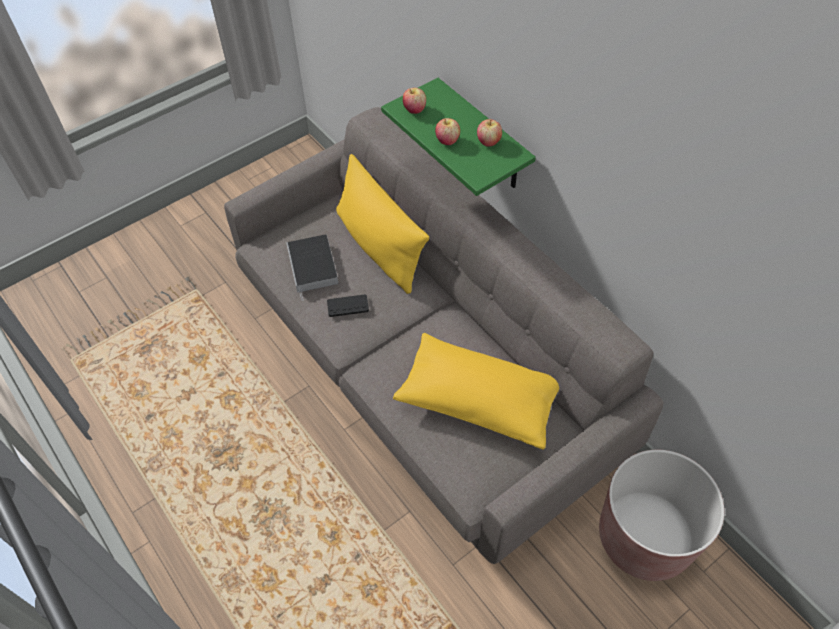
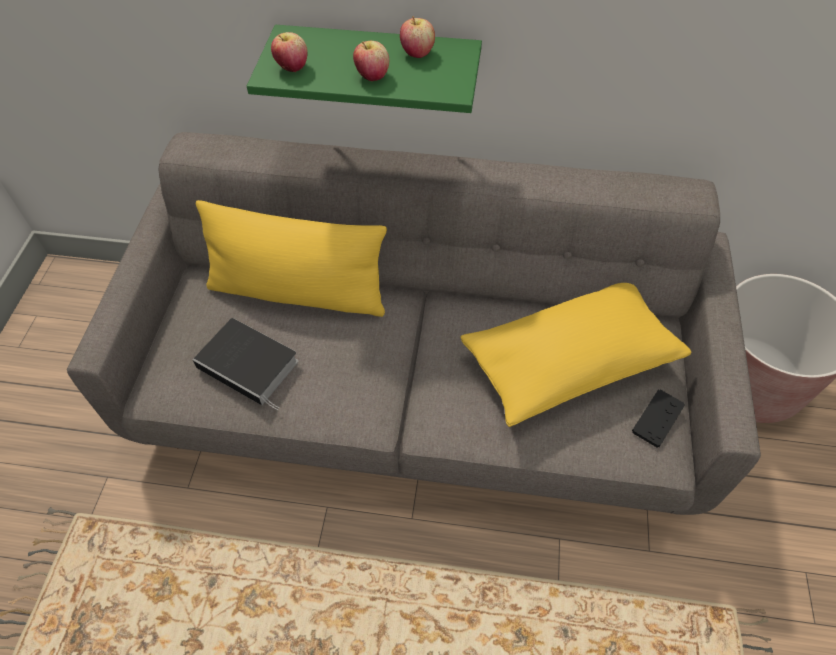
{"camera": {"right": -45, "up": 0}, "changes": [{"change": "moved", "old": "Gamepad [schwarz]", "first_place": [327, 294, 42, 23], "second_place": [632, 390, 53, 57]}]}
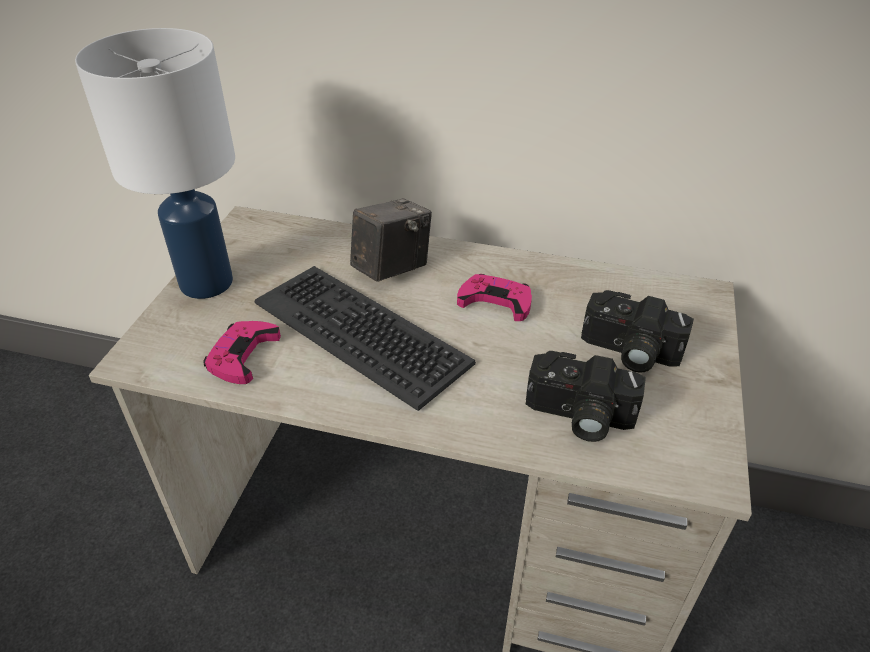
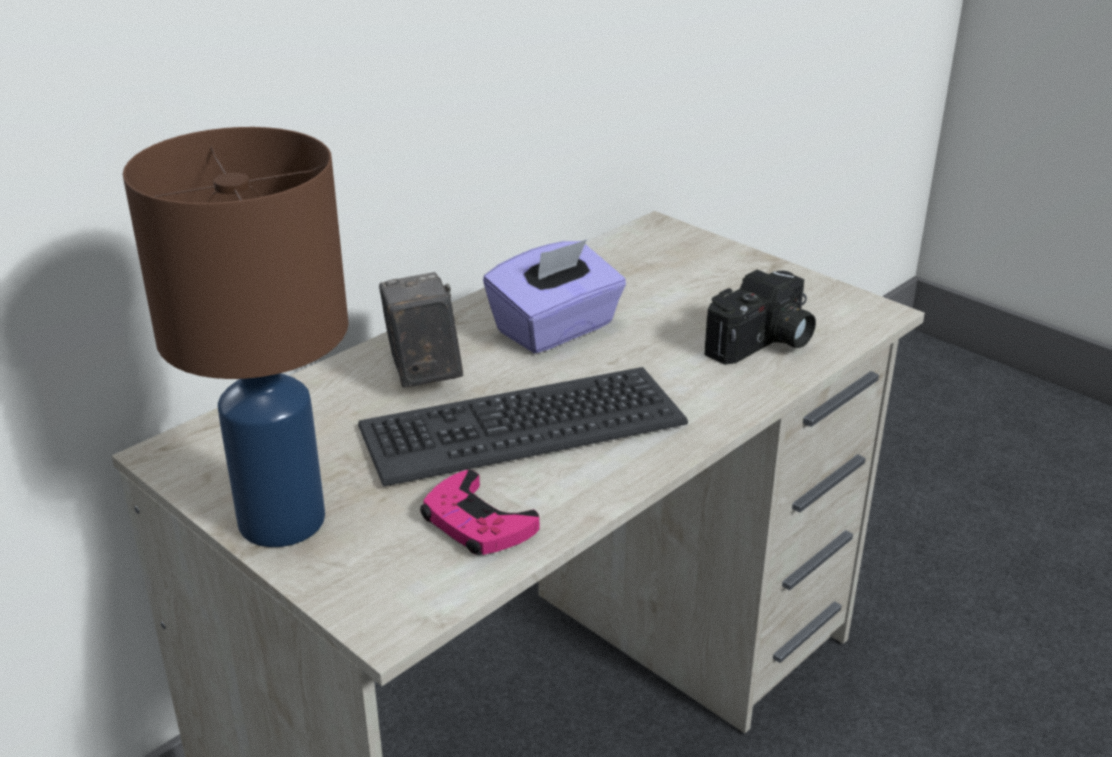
{"camera": {"right": -60, "up": -10}, "changes": [{"change": "recoloured", "old": "Tischlampe [weiß]", "new": "Tischlampe [braun]", "first_place": [75, 28, 160, 271], "second_place": [123, 127, 225, 420]}, {"change": "replaced", "old": "Gamepad [rosa]", "new": "Taschentuchbox [lila]", "first_place": [457, 274, 75, 47], "second_place": [483, 239, 143, 115]}, {"change": "removed", "old": "Kamera", "first_place": [581, 290, 113, 83]}]}
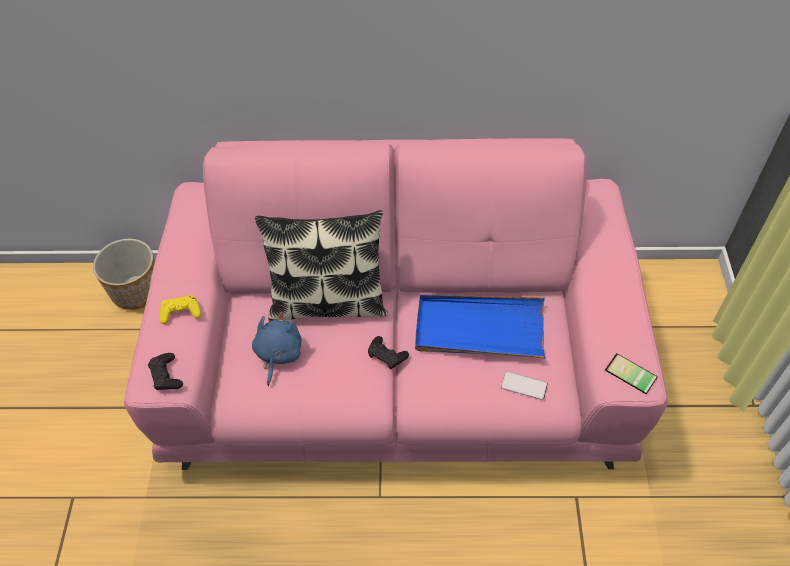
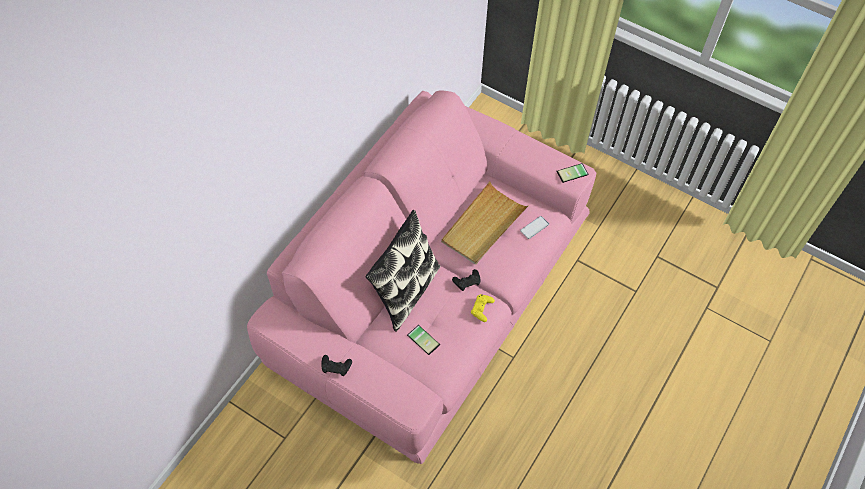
{"camera": {"right": -60, "up": 5}, "changes": [{"change": "moved", "old": "Gamepad [schwarz]", "first_place": [148, 353, 35, 37], "second_place": [322, 355, 30, 21]}, {"change": "replaced", "old": "Plüschtier [blau]", "new": "Handy", "first_place": [252, 312, 50, 74], "second_place": [407, 325, 33, 30]}, {"change": "recoloured", "old": "Tablett [blau]", "new": "Tablett [beige]", "first_place": [415, 295, 131, 63], "second_place": [441, 182, 88, 83]}, {"change": "moved", "old": "Gamepad [gelb]", "first_place": [159, 295, 42, 29], "second_place": [471, 294, 24, 28]}, {"change": "removed", "old": "Pflanzkübel", "first_place": [93, 239, 62, 71]}]}
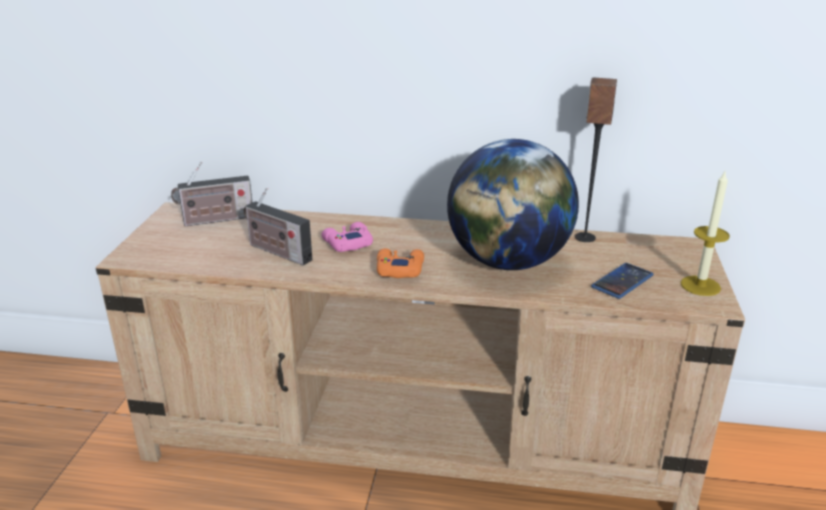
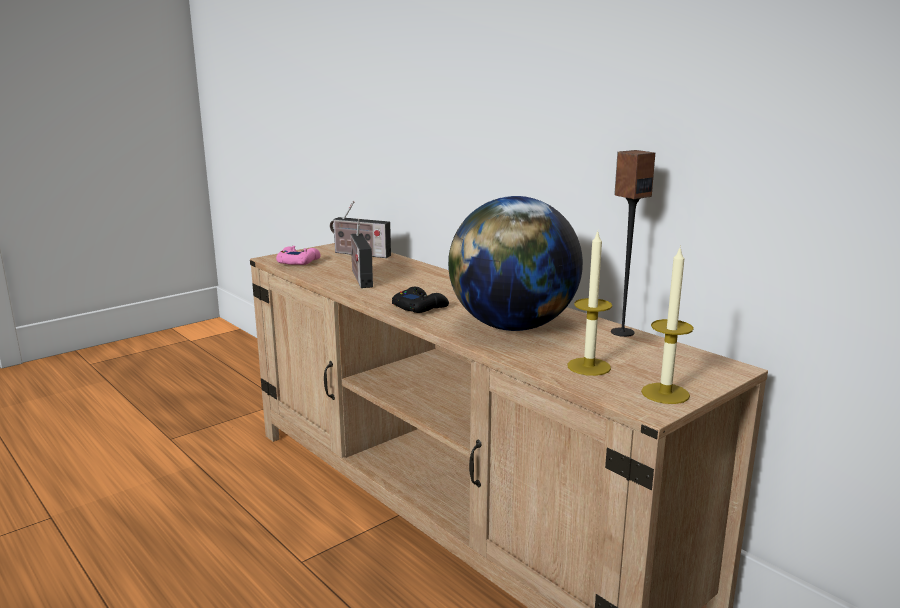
{"camera": {"right": 40, "up": -10}, "changes": [{"change": "moved", "old": "Gamepad [rosa]", "first_place": [321, 222, 52, 30], "second_place": [276, 246, 45, 19]}, {"change": "recoloured", "old": "Gamepad [orange]", "new": "Gamepad [schwarz]", "first_place": [377, 248, 47, 30], "second_place": [392, 287, 57, 26]}, {"change": "replaced", "old": "Handy", "new": "Kerze", "first_place": [591, 263, 63, 36], "second_place": [568, 231, 44, 145]}]}
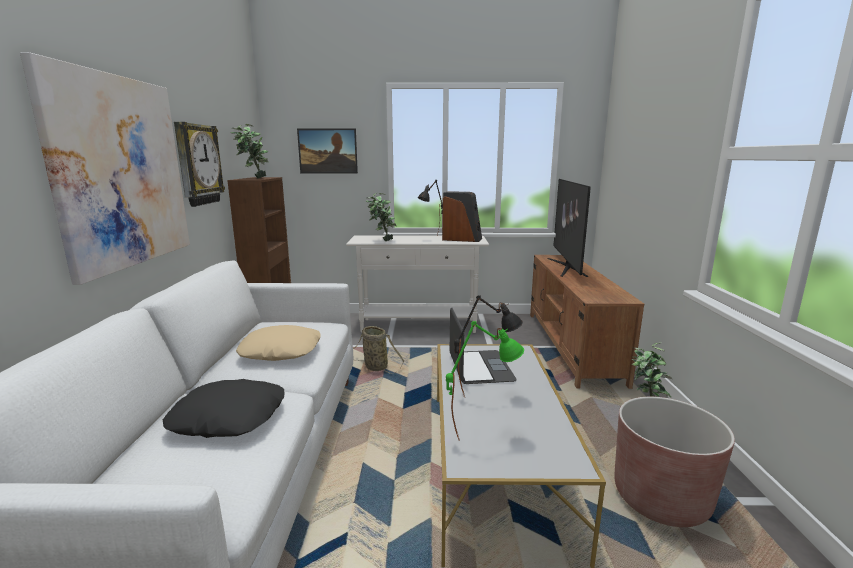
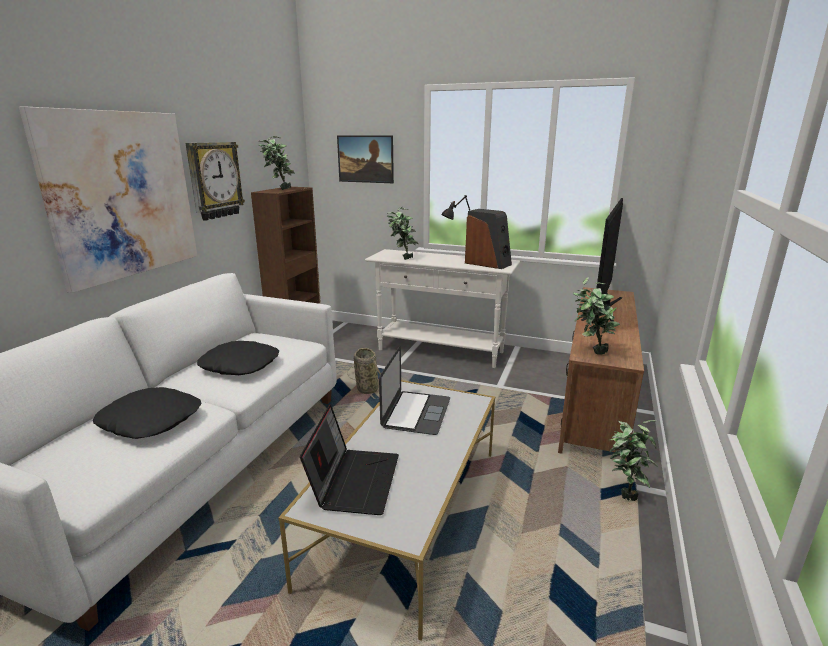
{"camera": {"right": 20, "up": 5}, "changes": [{"change": "recoloured", "old": "Kissen [beige]", "new": "Kissen [schwarz]", "first_place": [236, 325, 85, 36], "second_place": [197, 341, 82, 34]}, {"change": "replaced", "old": "Tischlampe [grün]", "new": "Laptop", "first_place": [446, 321, 78, 119], "second_place": [300, 404, 99, 111]}, {"change": "added", "new": "Topfpflanze", "second_place": [573, 277, 47, 77]}, {"change": "removed", "old": "Tischlampe [schwarz]", "first_place": [454, 295, 69, 101]}, {"change": "removed", "old": "Pflanzkübel [braun]", "first_place": [615, 397, 120, 130]}]}
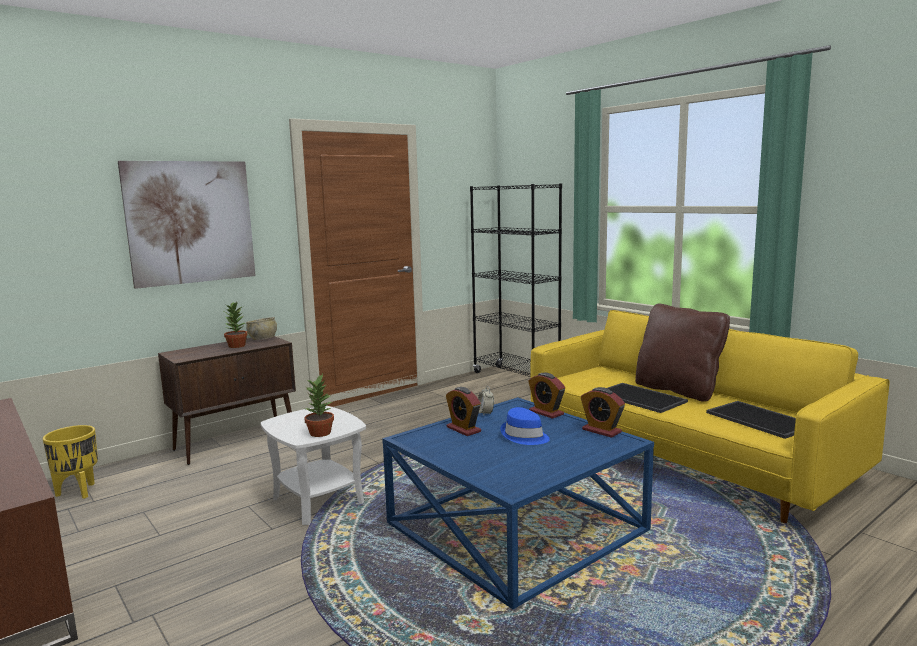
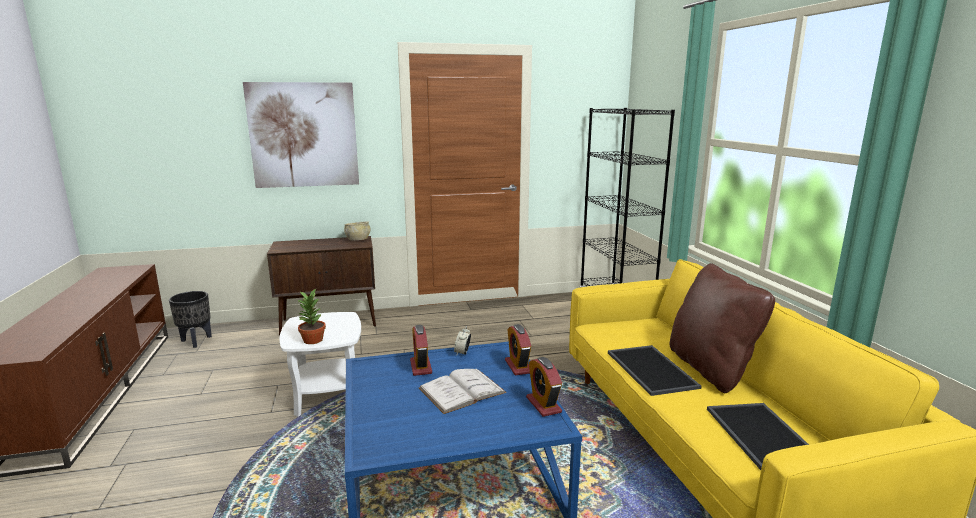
{"camera": {"right": 25, "up": 5}, "changes": [{"change": "recoloured", "old": "Pflanzkübel [gelb]", "new": "Pflanzkübel [schwarz]", "first_place": [43, 425, 55, 74], "second_place": [169, 291, 43, 57]}, {"change": "replaced", "old": "Hut [blau]", "new": "Buch [weiß]", "first_place": [501, 407, 49, 38], "second_place": [419, 369, 88, 45]}, {"change": "removed", "old": "Topfpflanze", "first_place": [224, 302, 24, 46]}]}
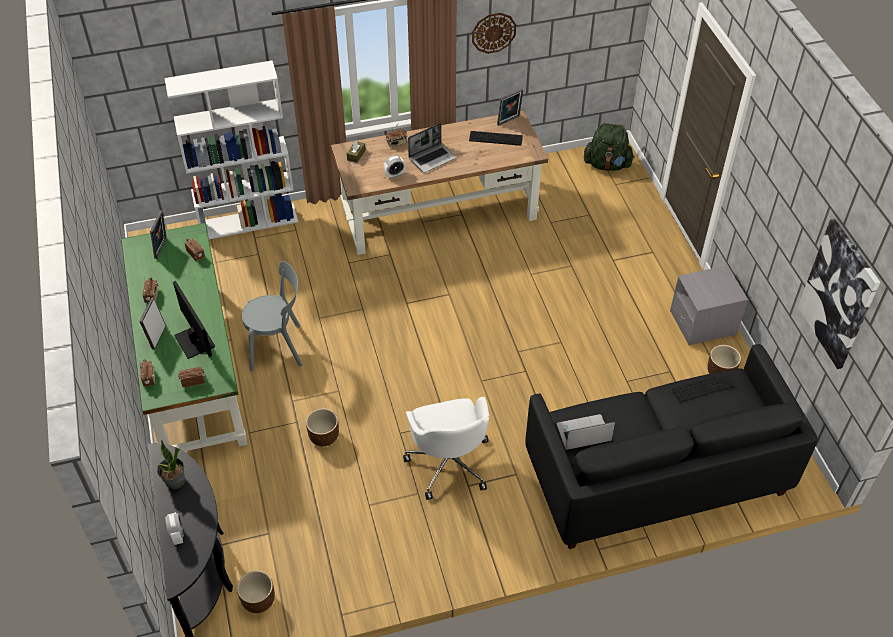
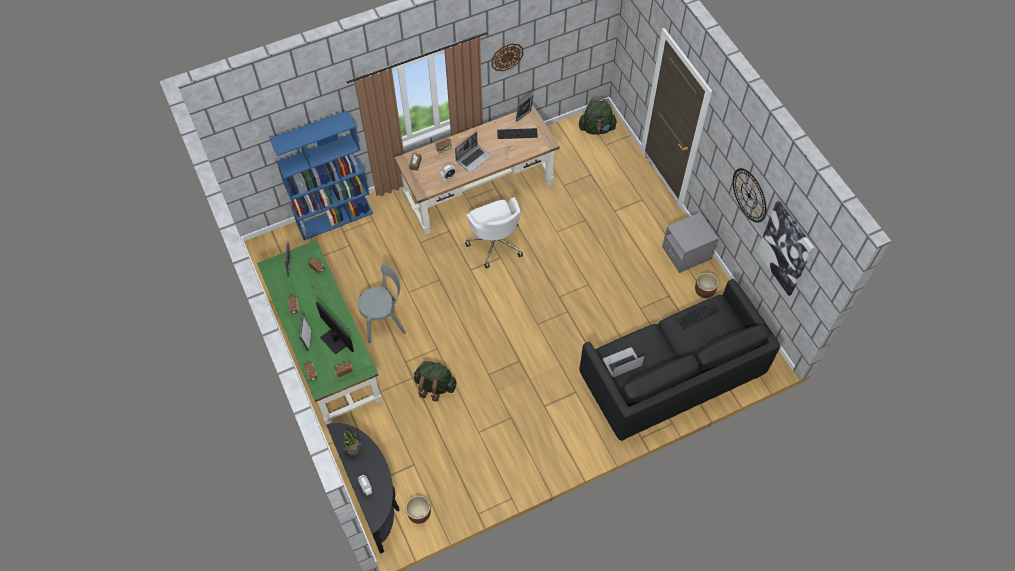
{"camera": {"right": -10, "up": 10}, "changes": [{"change": "recoloured", "old": "Bücherregal [weiß]", "new": "Bücherregal [blau]", "first_place": [165, 60, 133, 179], "second_place": [269, 111, 104, 129]}, {"change": "replaced", "old": "Pflanzkübel [braun]", "new": "Rucksack [grün]", "first_place": [306, 408, 33, 38], "second_place": [413, 361, 43, 40]}, {"change": "moved", "old": "Bürostuhl [weiß]", "first_place": [403, 397, 86, 103], "second_place": [465, 197, 58, 71]}, {"change": "added", "new": "Wanduhr", "second_place": [733, 168, 33, 55]}]}
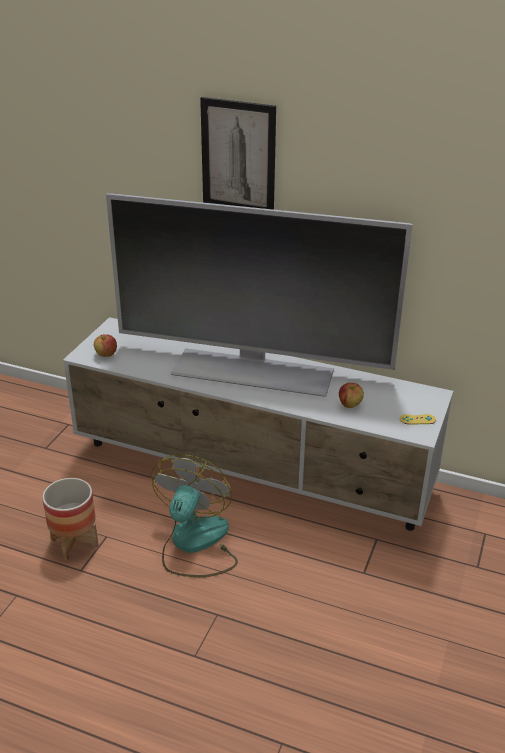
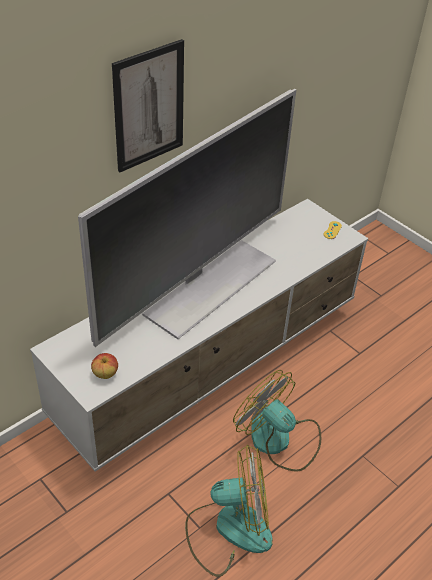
{"camera": {"right": -65, "up": 10}, "changes": [{"change": "replaced", "old": "Pflanzkübel", "new": "Ventilator", "first_place": [42, 478, 56, 83], "second_place": [185, 444, 88, 133]}, {"change": "removed", "old": "Apfel", "first_place": [339, 383, 25, 25]}]}
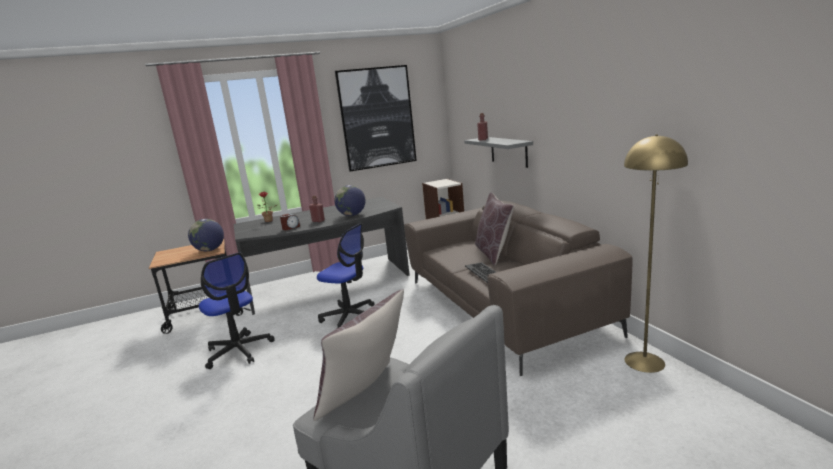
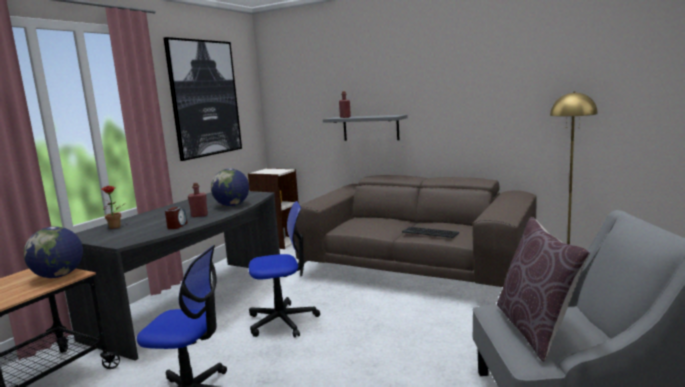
{"camera": {"right": -40, "up": -5}, "changes": [{"change": "removed", "old": "Kissen [braun]", "first_place": [475, 192, 39, 74]}]}
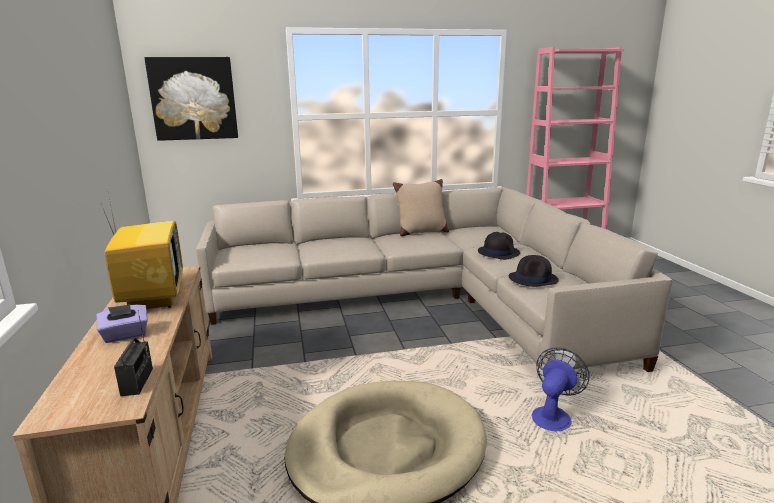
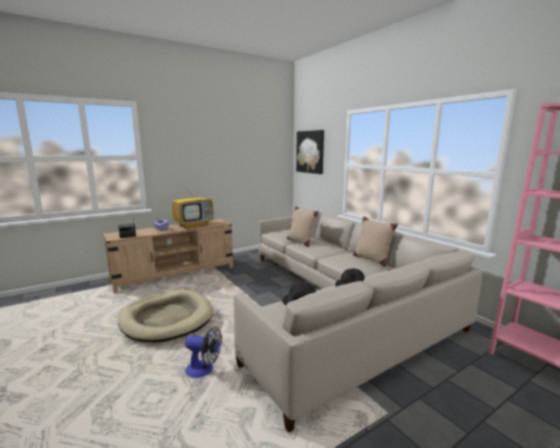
{"camera": {"right": 70, "up": -5}, "changes": [{"change": "added", "new": "Kissen [beige]", "second_place": [287, 206, 32, 41]}]}
